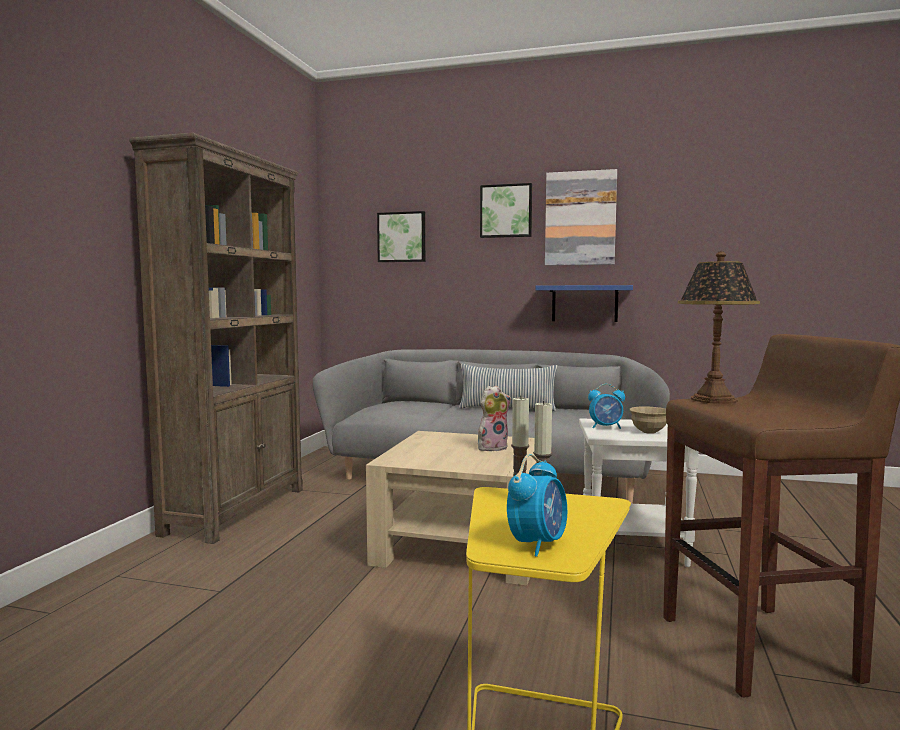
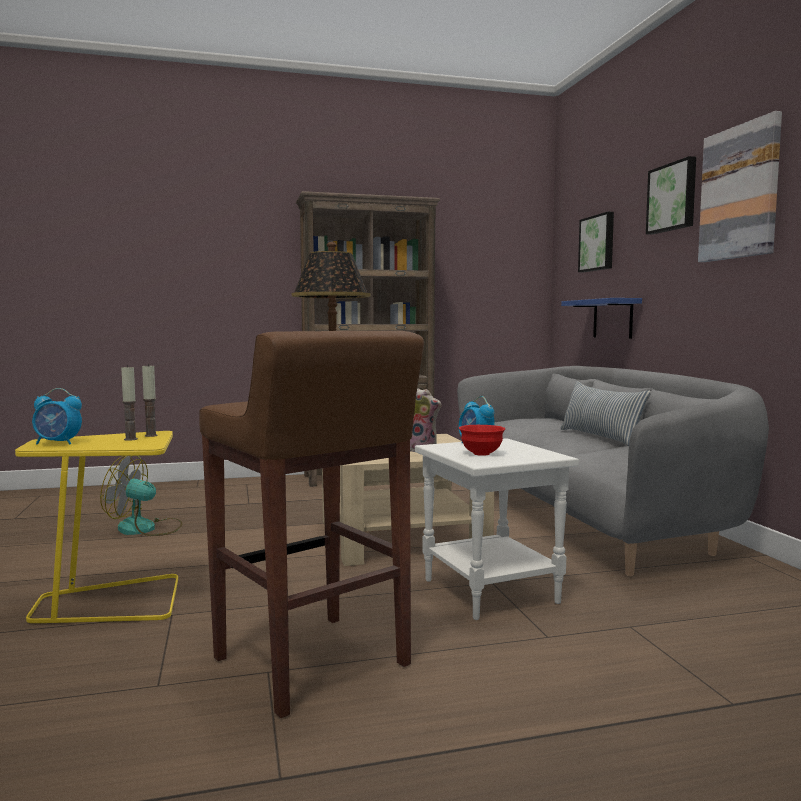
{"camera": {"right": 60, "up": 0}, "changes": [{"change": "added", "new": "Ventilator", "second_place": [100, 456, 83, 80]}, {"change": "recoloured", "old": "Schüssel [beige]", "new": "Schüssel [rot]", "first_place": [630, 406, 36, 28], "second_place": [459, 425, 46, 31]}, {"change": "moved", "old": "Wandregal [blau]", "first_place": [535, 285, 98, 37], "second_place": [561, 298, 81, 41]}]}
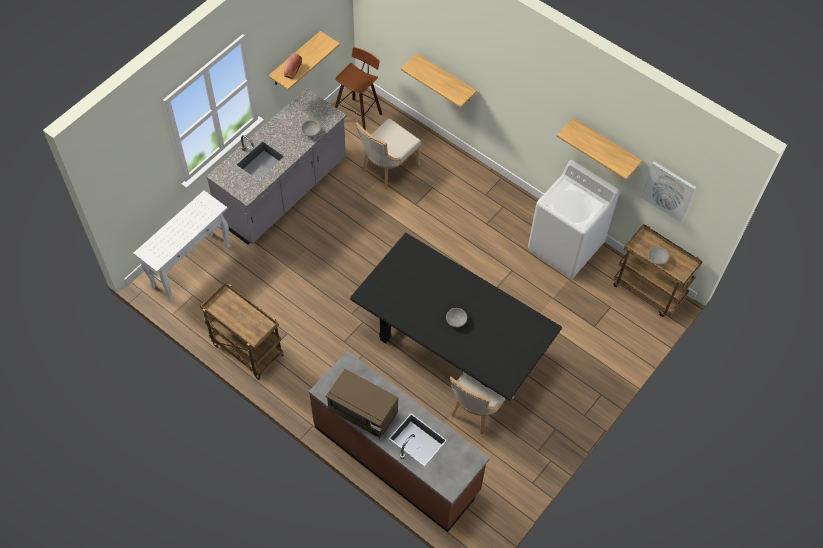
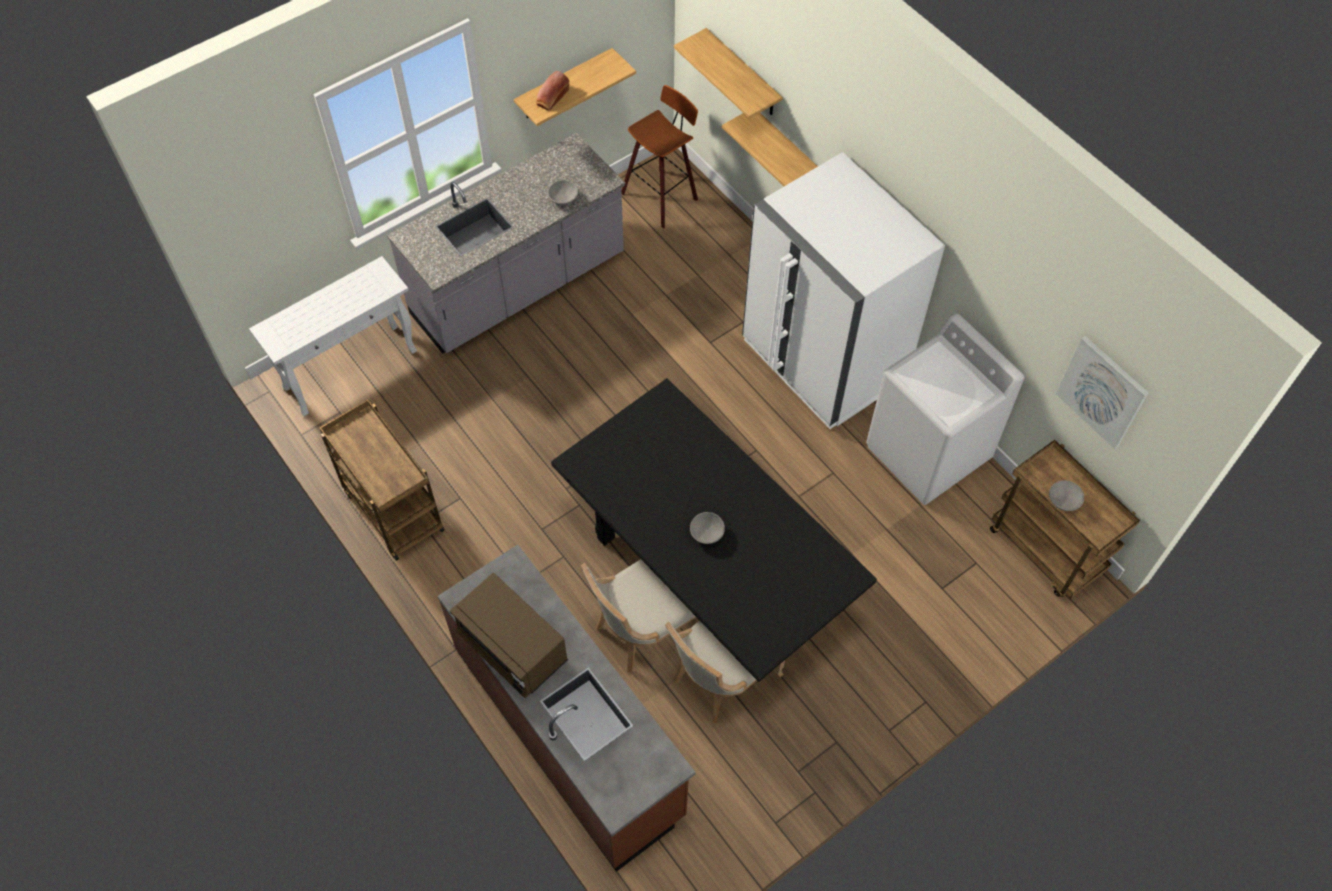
{"camera": {"right": 15, "up": 0}, "changes": [{"change": "moved", "old": "Stuhl [beige]", "first_place": [355, 118, 66, 72], "second_place": [581, 559, 118, 114]}, {"change": "moved", "old": "Wandregal", "first_place": [556, 118, 86, 62], "second_place": [674, 28, 109, 91]}, {"change": "added", "new": "Kühlschrank [weiß]", "second_place": [742, 152, 203, 277]}]}
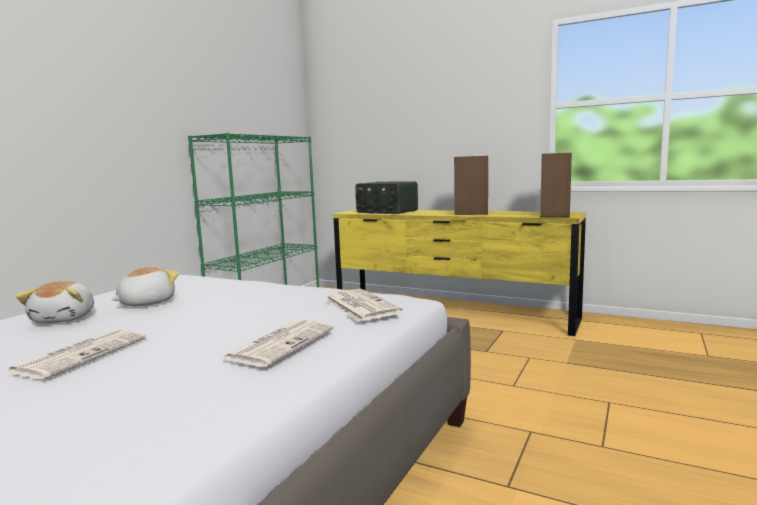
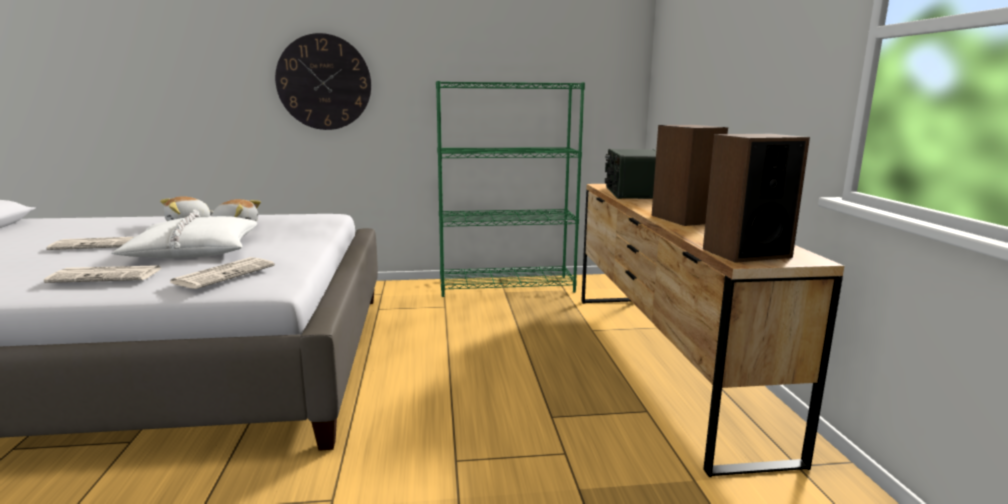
{"camera": {"right": 55, "up": 5}, "changes": [{"change": "added", "new": "Kissen [weiß]", "second_place": [112, 210, 146, 48]}, {"change": "added", "new": "Wanduhr", "second_place": [275, 33, 96, 97]}, {"change": "recoloured", "old": "Kommode [gelb]", "new": "Kommode [braun]", "first_place": [333, 209, 253, 127], "second_place": [581, 184, 263, 293]}]}
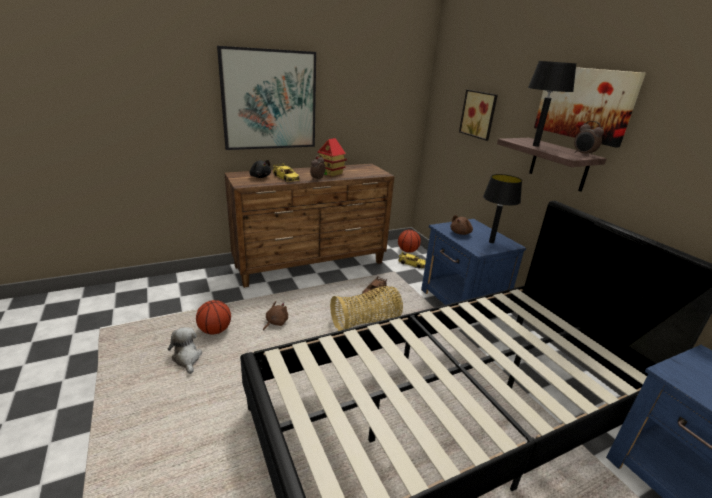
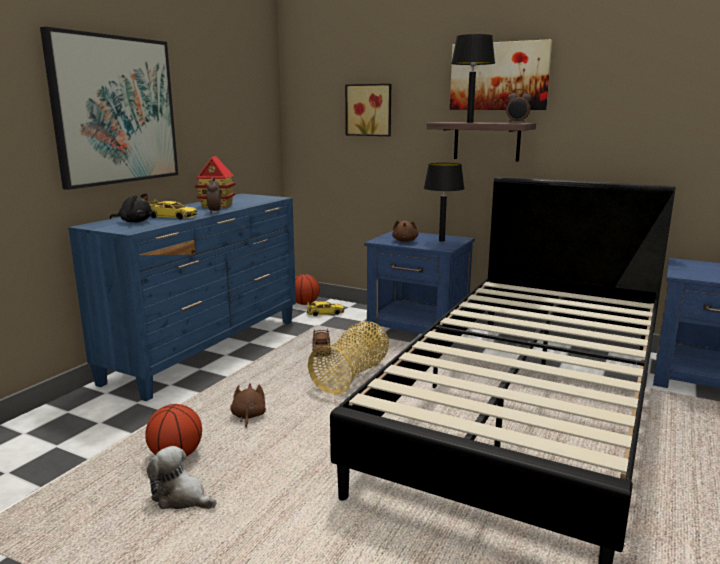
{"camera": {"right": -35, "up": -10}, "changes": [{"change": "recoloured", "old": "Kommode [braun]", "new": "Kommode [blau]", "first_place": [225, 164, 169, 124], "second_place": [68, 194, 228, 207]}]}
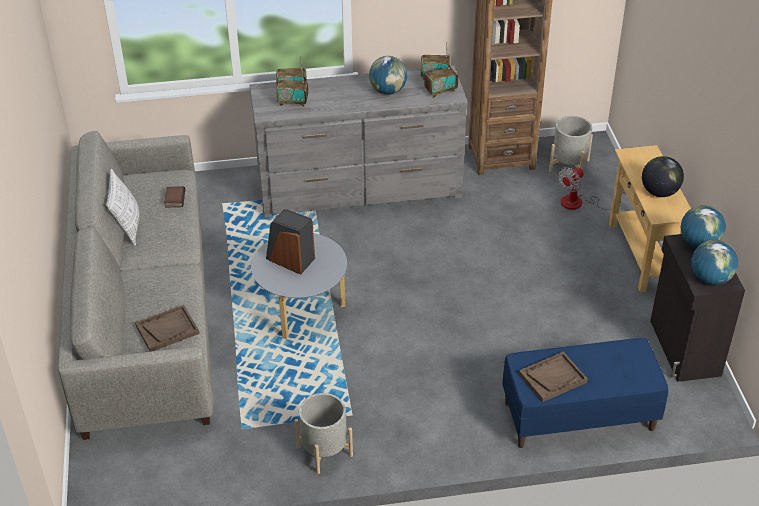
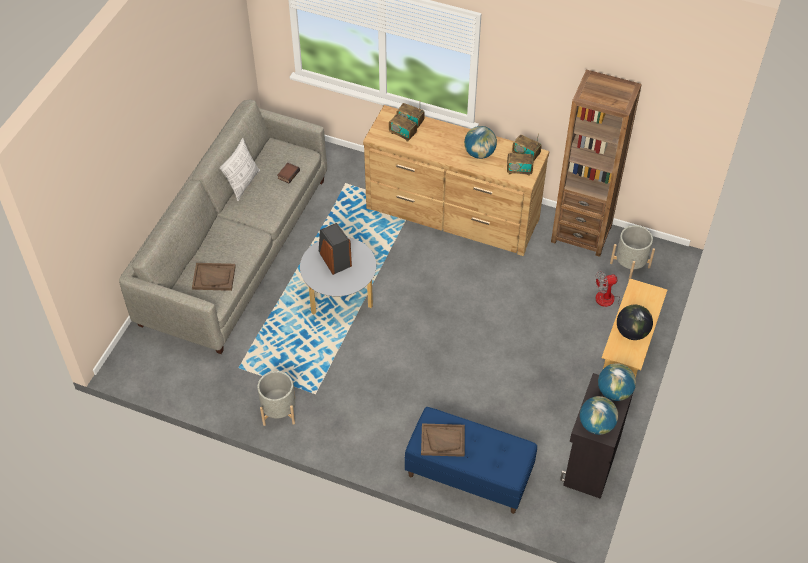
{"camera": {"right": 30, "up": 10}, "changes": [{"change": "recoloured", "old": "Kommode [grau]", "new": "Kommode [braun]", "first_place": [249, 66, 219, 152], "second_place": [363, 105, 186, 151]}]}
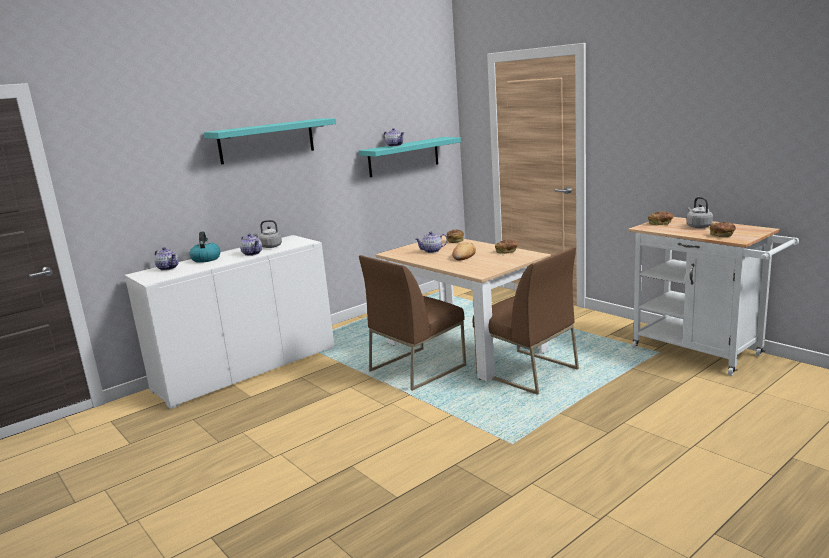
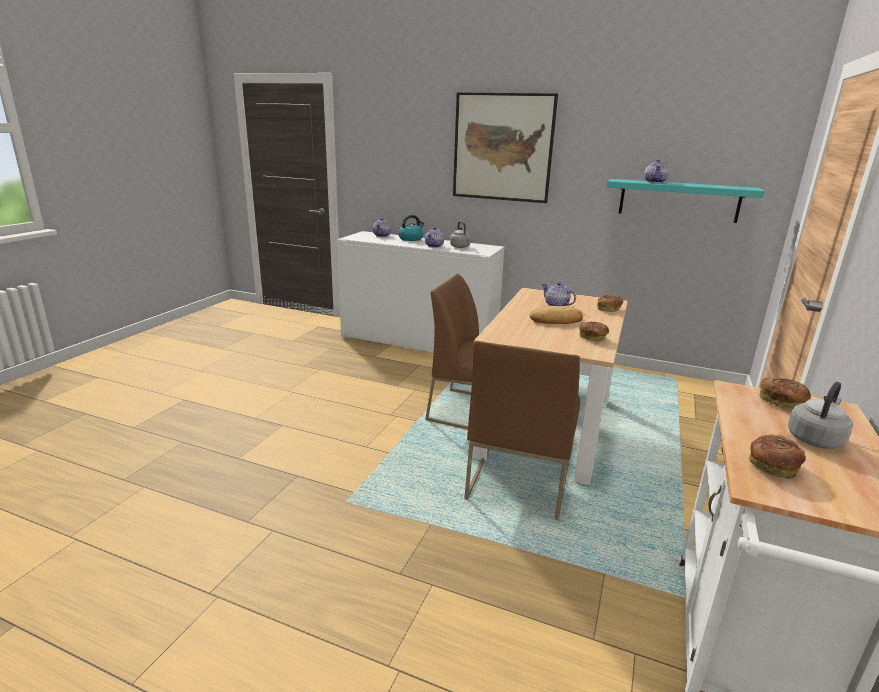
{"camera": {"right": 60, "up": 5}, "changes": [{"change": "replaced", "old": "Wandregal [türkis]", "new": "Bild", "first_place": [204, 118, 132, 46], "second_place": [453, 92, 105, 111]}]}
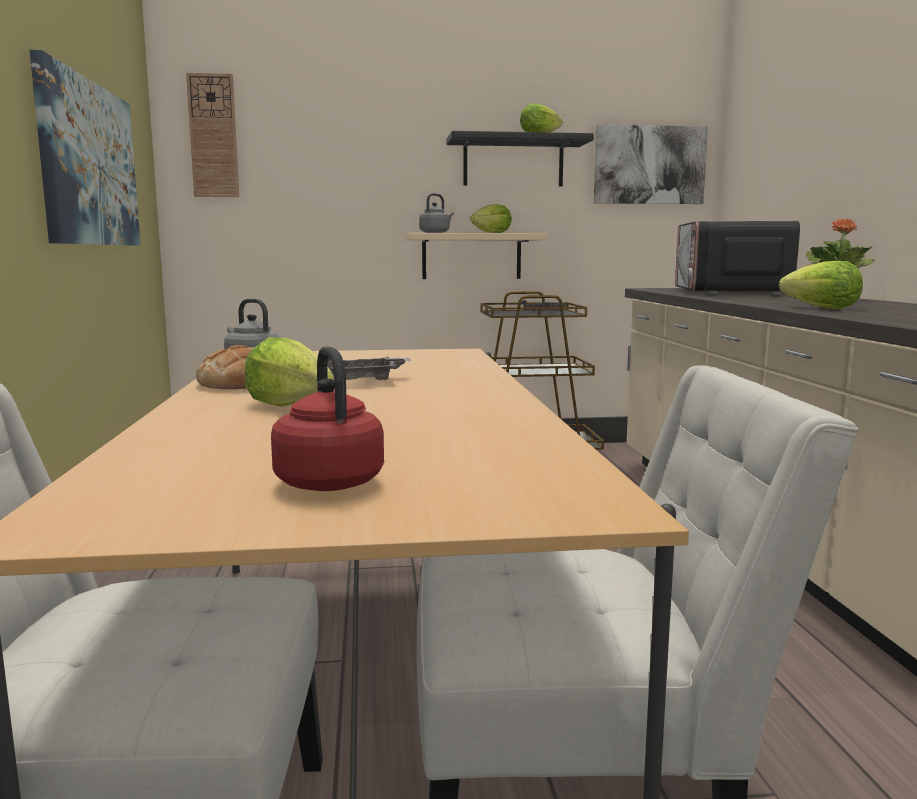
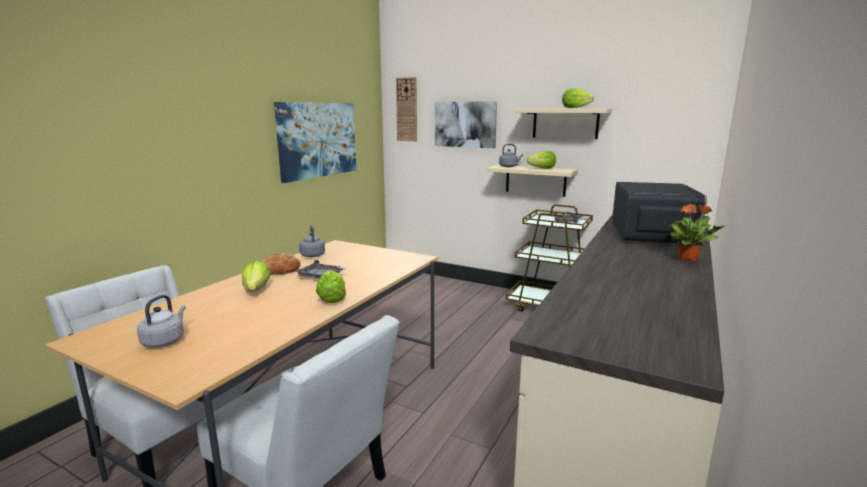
{"camera": {"right": 35, "up": 5}, "changes": [{"change": "recoloured", "old": "Wasserkessel [rot]", "new": "Wasserkessel [grau]", "first_place": [271, 346, 113, 145], "second_place": [137, 295, 49, 53]}, {"change": "moved", "old": "Salatkopf", "first_place": [779, 261, 84, 48], "second_place": [316, 270, 30, 33]}, {"change": "moved", "old": "Bild", "first_place": [594, 124, 114, 80], "second_place": [435, 101, 62, 47]}, {"change": "recoloured", "old": "Wandregal [schwarz]", "new": "Wandregal [beige]", "first_place": [447, 131, 147, 56], "second_place": [515, 108, 97, 31]}, {"change": "turned", "old": "Mikrowelle", "first_place": [675, 221, 125, 74], "second_place": [612, 182, 95, 62], "degrees": 150}]}
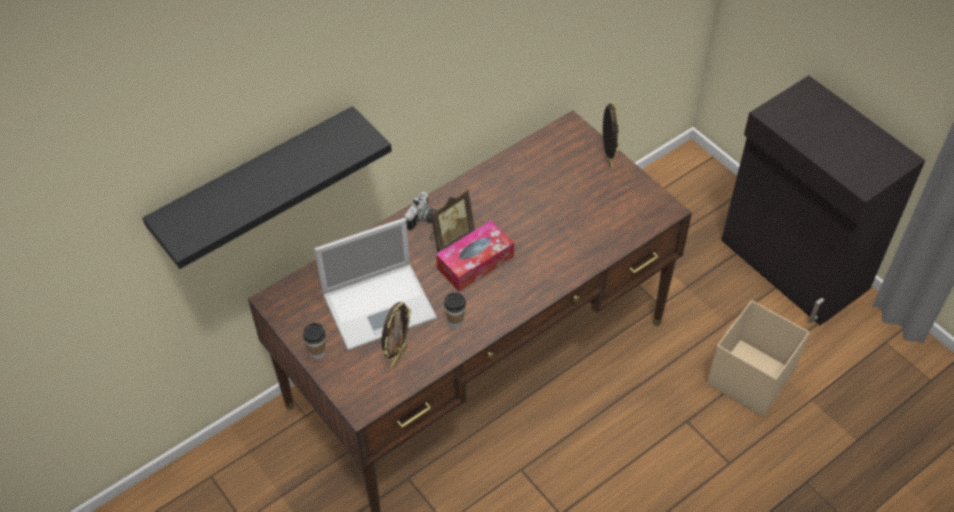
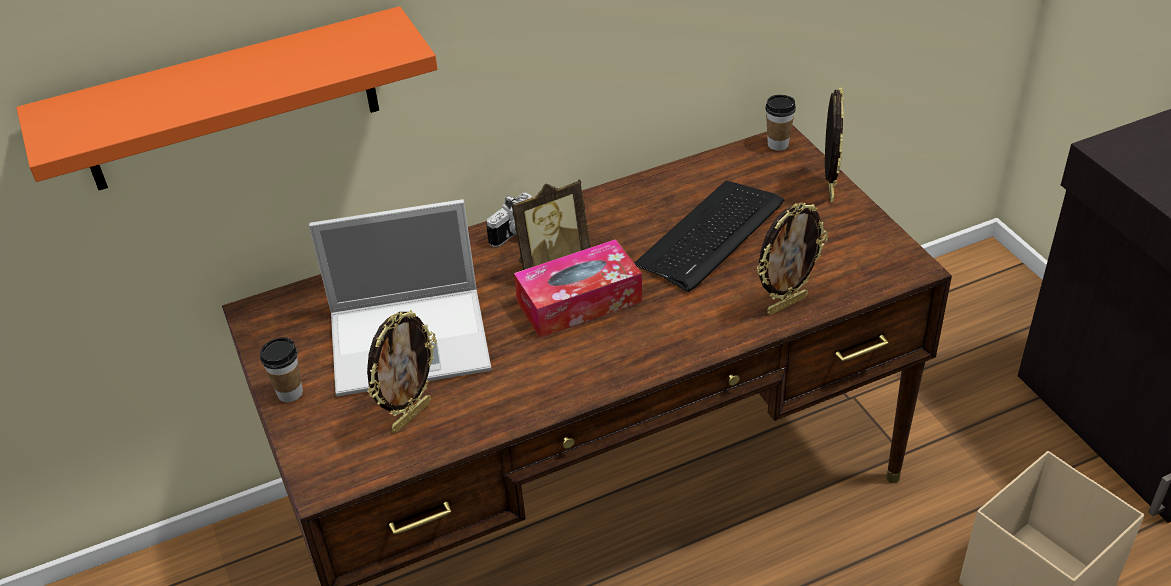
{"camera": {"right": 15, "up": -10}, "changes": [{"change": "recoloured", "old": "Wandregal [schwarz]", "new": "Wandregal [orange]", "first_place": [142, 106, 250, 163], "second_place": [16, 6, 421, 184]}, {"change": "added", "new": "Tastatur", "second_place": [634, 180, 150, 112]}, {"change": "added", "new": "Bilderrahmen", "second_place": [756, 203, 72, 112]}, {"change": "moved", "old": "Tasse", "first_place": [444, 293, 22, 36], "second_place": [765, 95, 31, 56]}]}
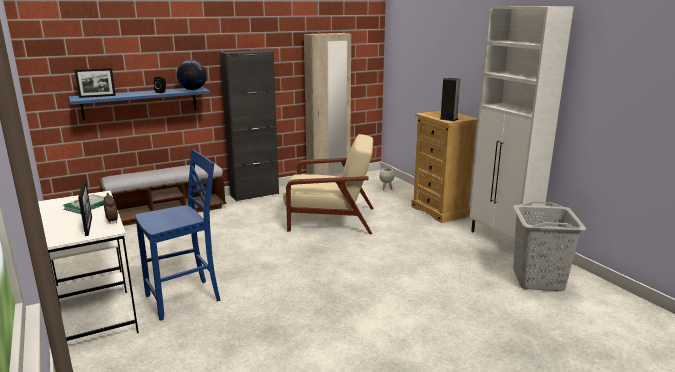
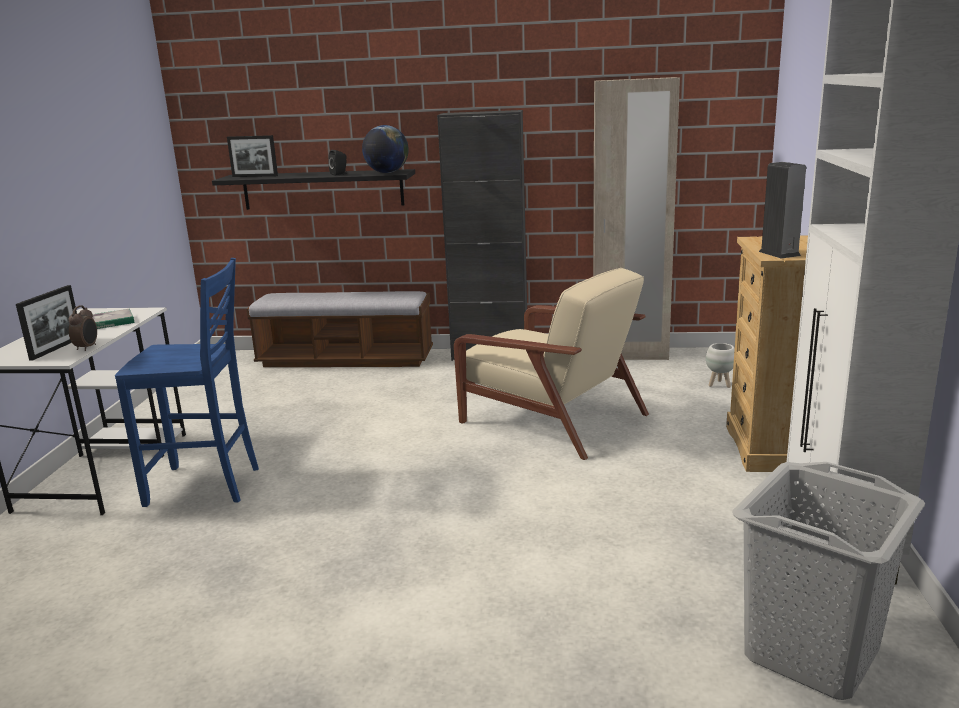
{"camera": {"right": 35, "up": 0}, "changes": [{"change": "recoloured", "old": "Wandregal [blau]", "new": "Wandregal [schwarz]", "first_place": [69, 87, 141, 33], "second_place": [212, 169, 203, 41]}]}
